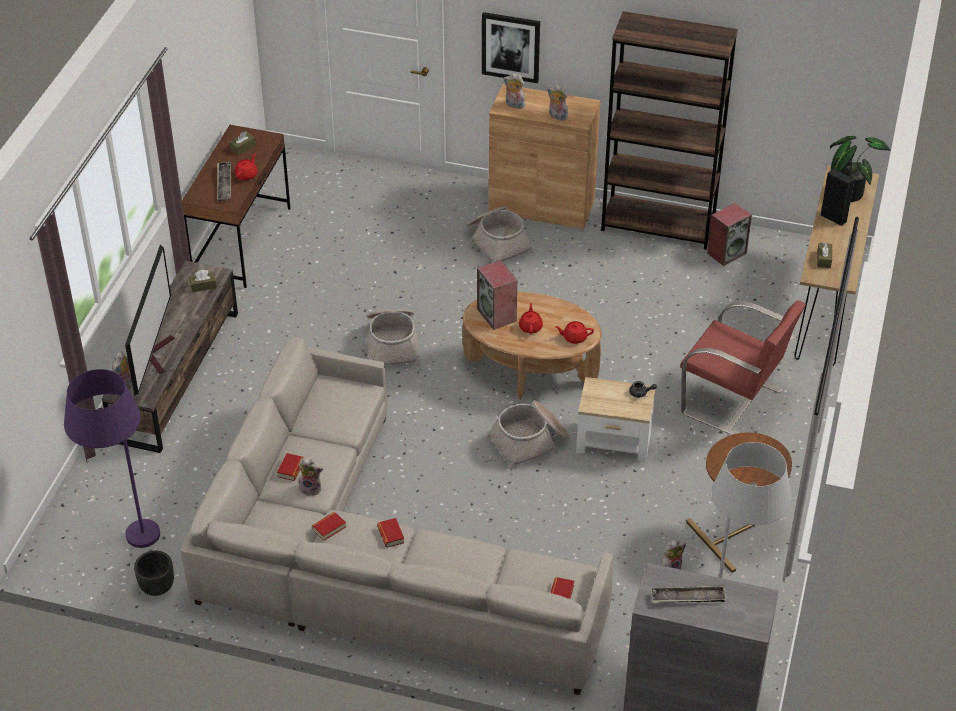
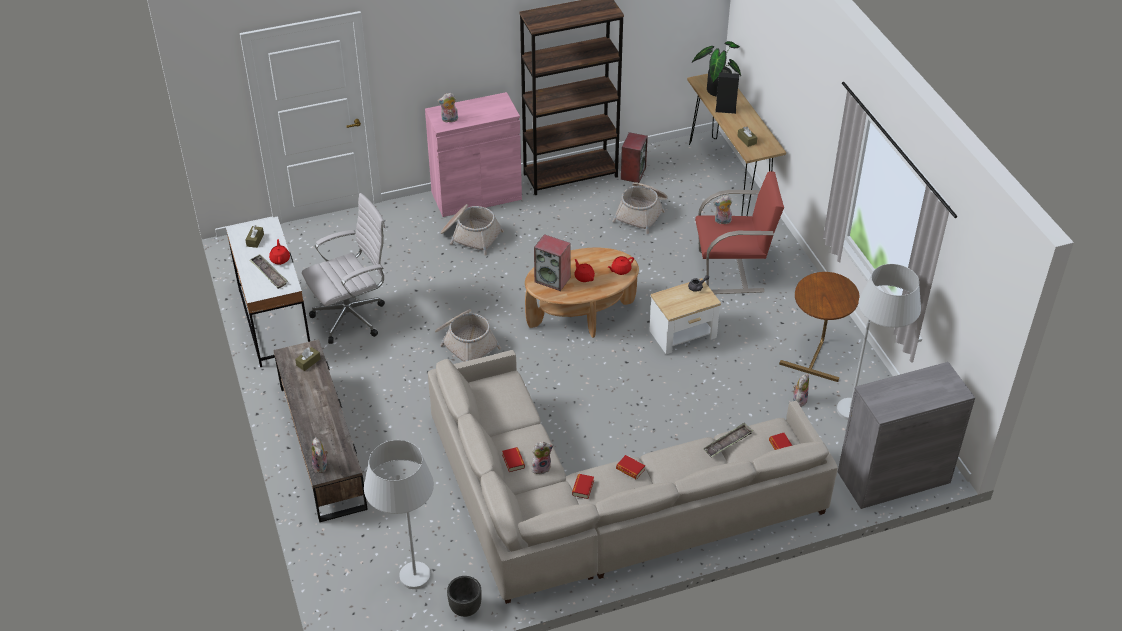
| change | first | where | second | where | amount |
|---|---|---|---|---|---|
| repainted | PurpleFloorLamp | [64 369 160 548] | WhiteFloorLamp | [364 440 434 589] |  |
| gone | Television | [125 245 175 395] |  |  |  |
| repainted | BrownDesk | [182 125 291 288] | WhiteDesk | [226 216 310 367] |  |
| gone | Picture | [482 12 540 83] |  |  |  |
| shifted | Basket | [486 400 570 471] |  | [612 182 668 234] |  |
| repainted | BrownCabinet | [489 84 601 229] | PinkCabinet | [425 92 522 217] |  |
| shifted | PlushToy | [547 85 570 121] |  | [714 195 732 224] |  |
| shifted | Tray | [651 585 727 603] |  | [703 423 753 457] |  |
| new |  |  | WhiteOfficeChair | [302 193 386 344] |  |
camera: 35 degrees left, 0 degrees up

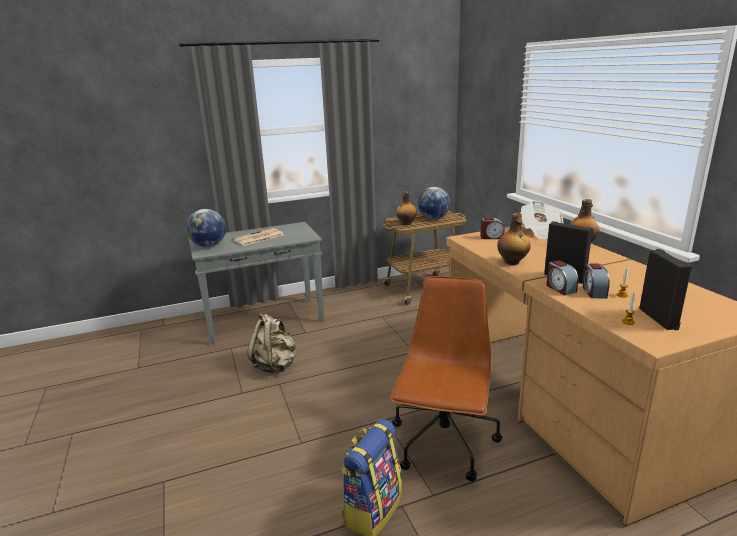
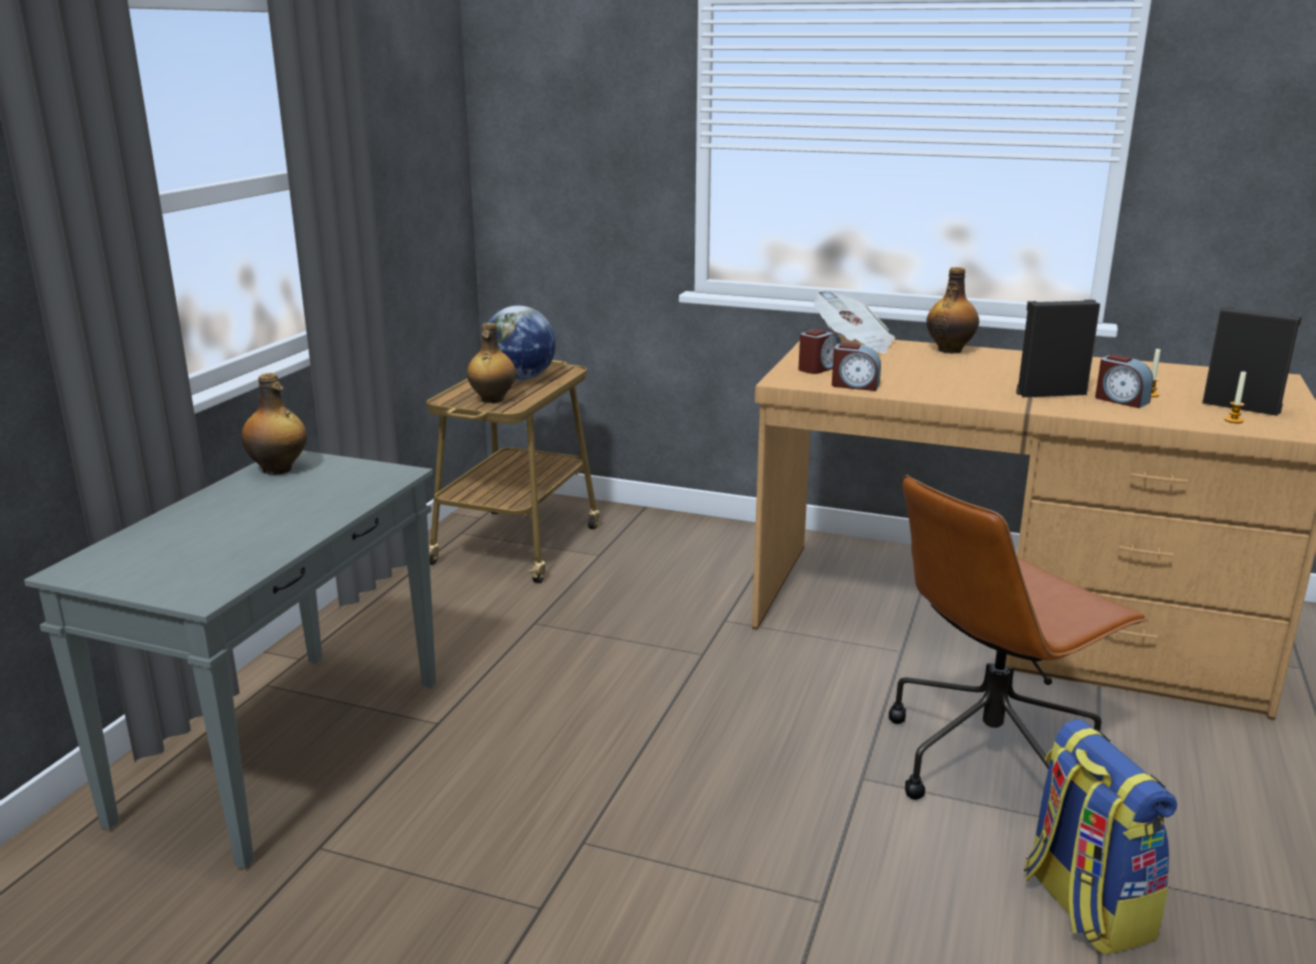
| change | first | where | second | where | amount |
|---|---|---|---|---|---|
| gone | Globe | [186 209 226 247] |  |  |  |
| gone | Newspaper | [233 228 283 246] |  |  |  |
| gone | BeigeBackpack | [247 313 296 373] |  |  |  |
| rotated | BrownOfficeChair | [390 276 503 481] |  | [889 475 1148 800] | 90 degrees counterclockwise |
| shifted | Bottle | [497 213 531 265] |  | [241 373 307 475] |  |
| shifted | AlarmClock | [546 260 578 295] |  | [832 343 881 391] |  |
camera: 50 degrees left, 0 degrees up

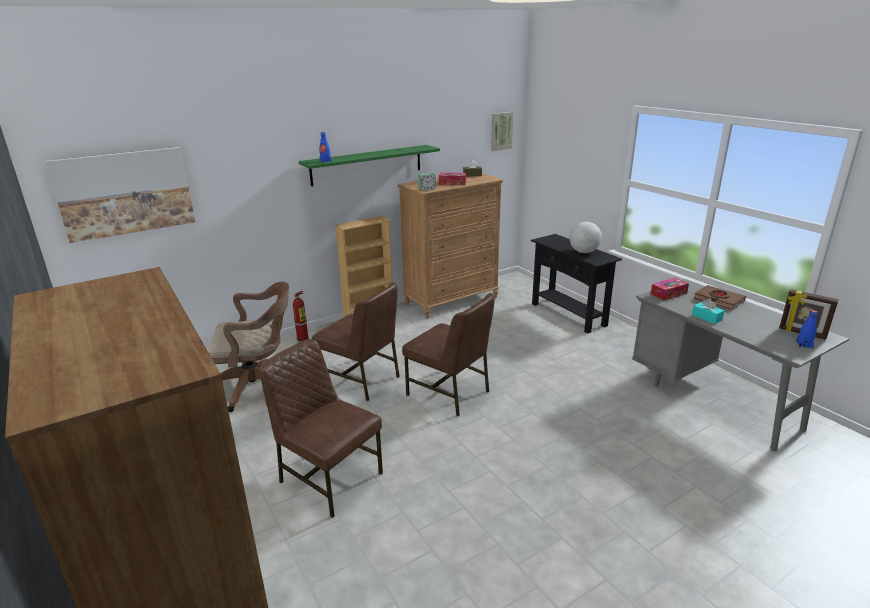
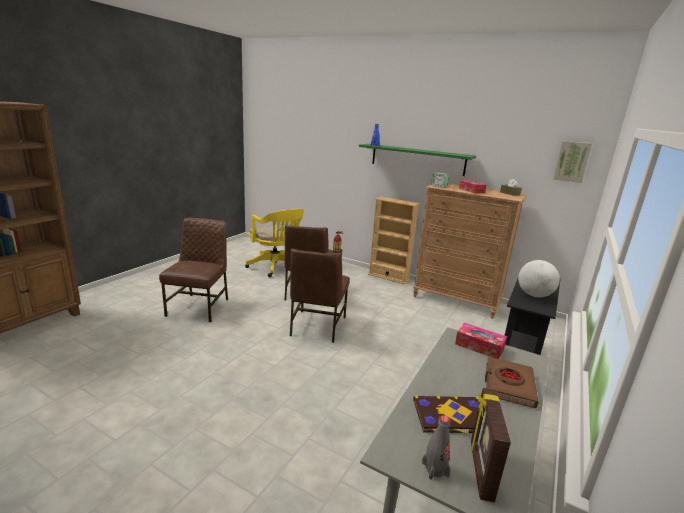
| change | first | where | second | where | amount |
|---|---|---|---|---|---|
| gone | Picture | [45 147 195 243] |  |  |  |
| repainted | BrownOfficeChair | [209 282 289 412] | YellowOfficeChair | [245 209 304 277] |  |
| gone | TurquoiseTissueBox | [692 298 724 324] |  |  |  |
| repainted | BlueBottle | [796 310 818 349] | GreyBottle | [422 415 451 480] |  |
| new |  |  | Book | [413 396 479 434] |  |
camera: 60 degrees right, 5 degrees down

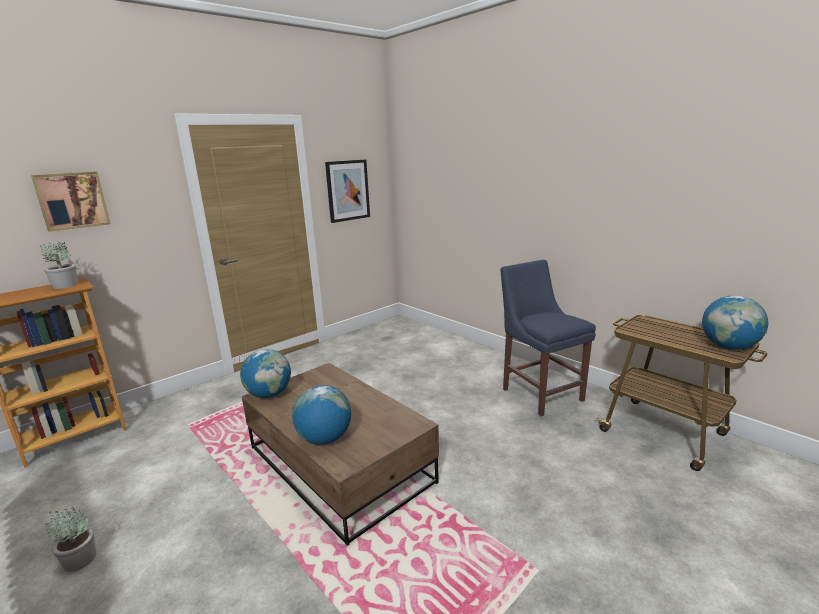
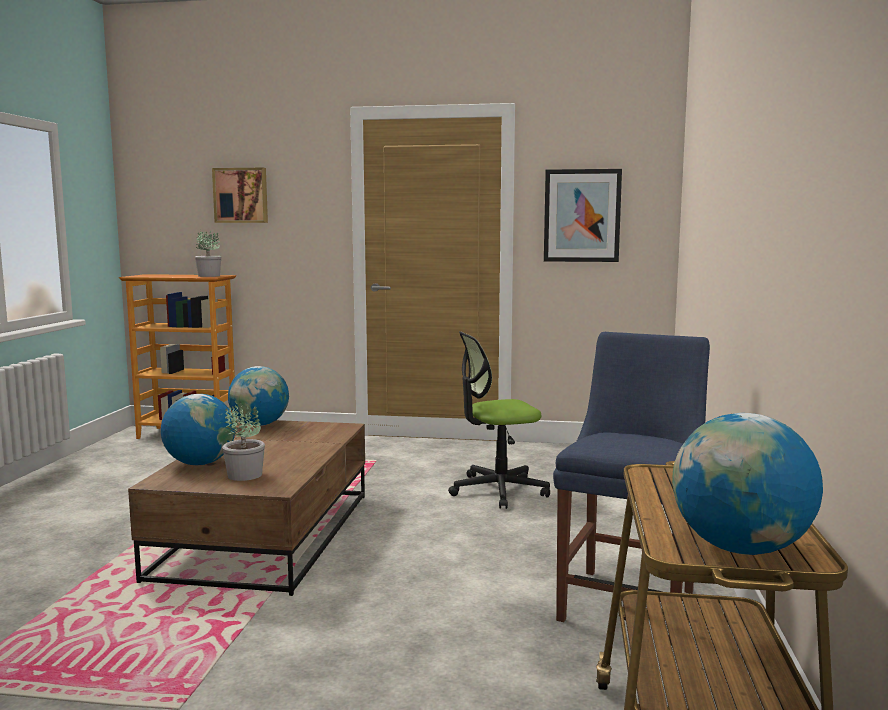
| change | first | where | second | where | amount |
|---|---|---|---|---|---|
| shifted | PottedPlant | [45 506 96 572] |  | [222 401 265 481] |  |
| new |  |  | OfficeChair | [448 331 550 509] |  |
camera: 50 degrees right, 10 degrees down

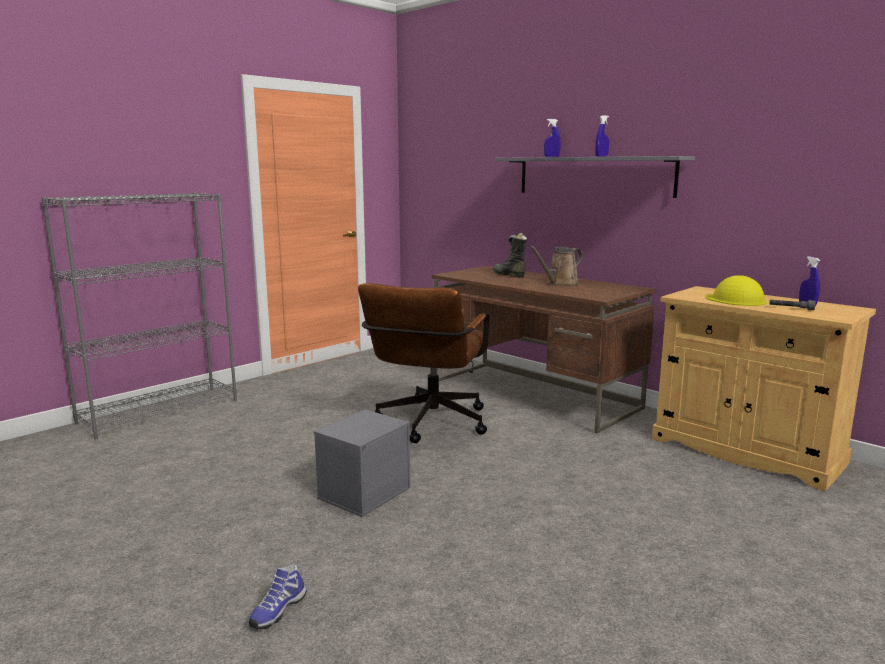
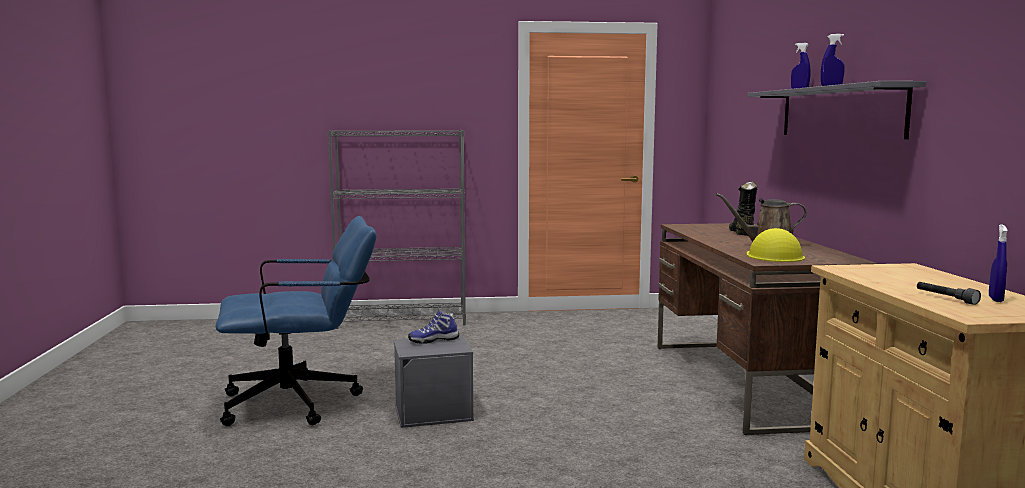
| change | first | where | second | where | amount |
|---|---|---|---|---|---|
| shifted | Shoe | [249 565 307 629] |  | [408 311 459 344] |  |
| gone | BrownOfficeChair | [358 283 490 443] |  |  |  |
| shifted | YellowHardHat | [705 275 767 306] |  | [747 228 805 262] |  |
| new |  |  | BlueOfficeChair | [216 216 377 426] |  |
camera: 40 degrees right, 5 degrees down

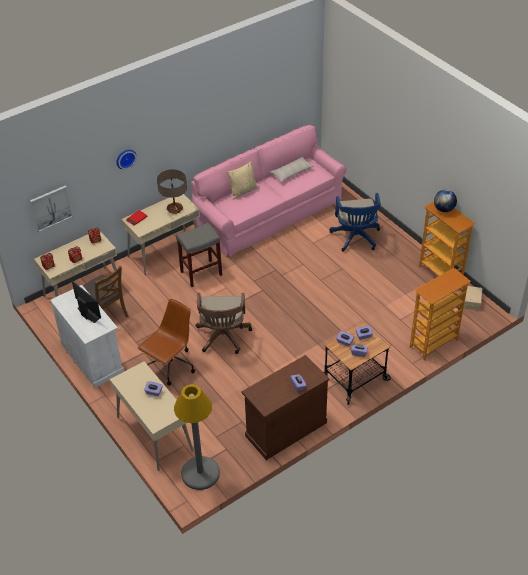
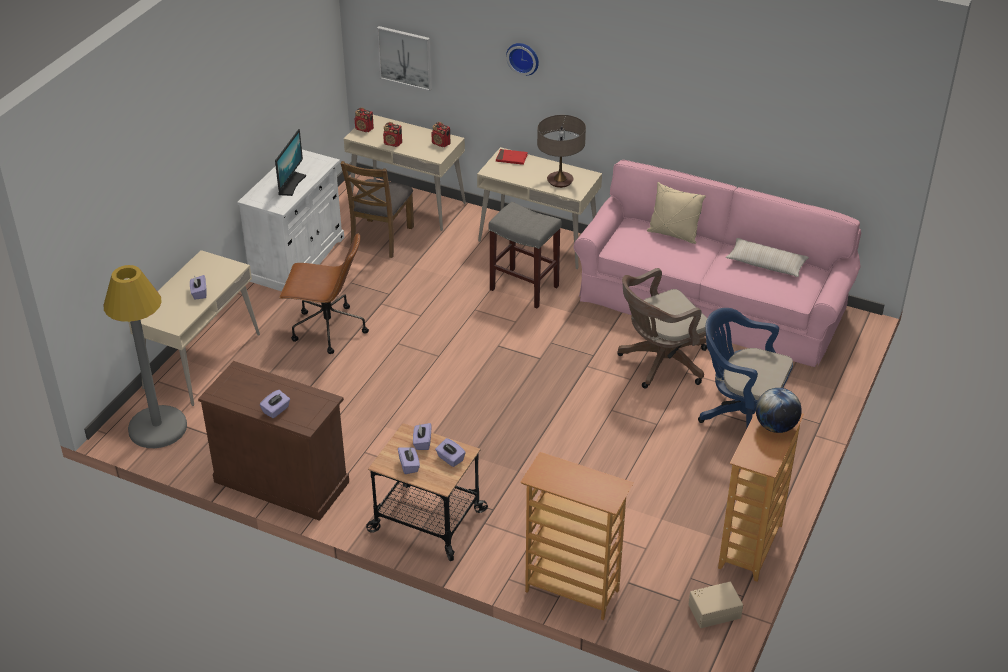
| change | first | where | second | where | amount |
|---|---|---|---|---|---|
| shifted | BrownOfficeChair | [196 293 252 354] |  | [617 268 707 388] |  |
| rotated | BlueOfficeChair | [330 193 381 252] |  | [698 308 793 430] | 60 degrees clockwise |
camera: 60 degrees right, 5 degrees down

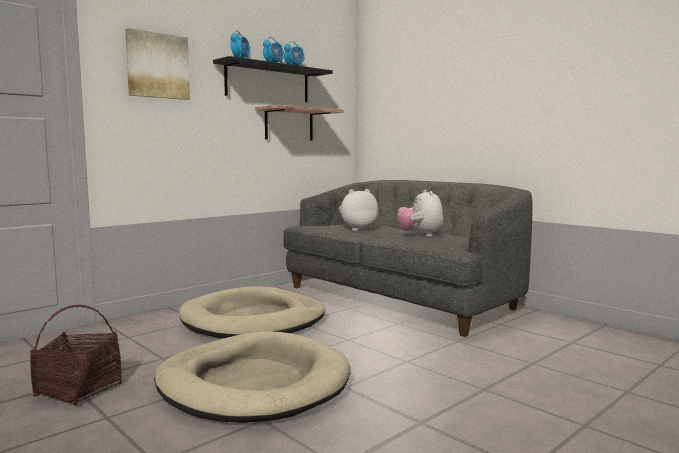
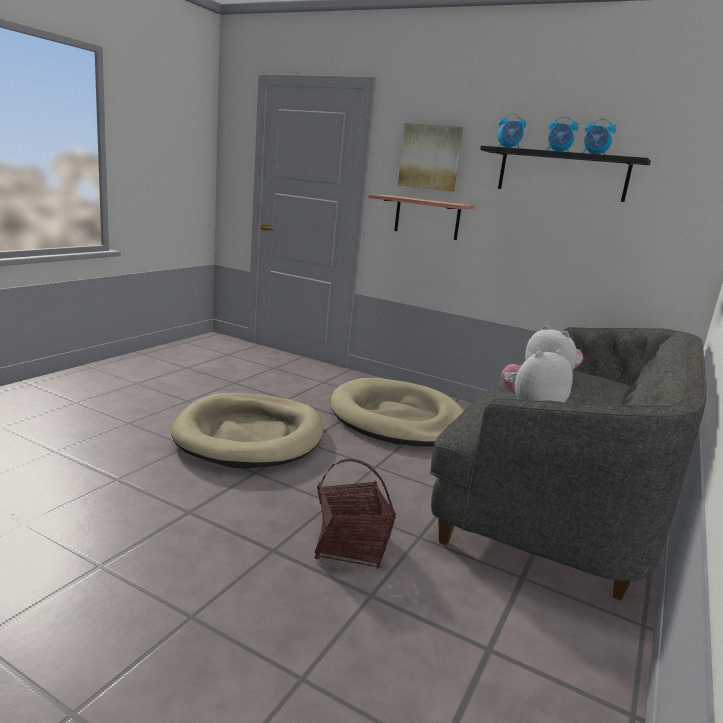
| change | first | where | second | where | amount |
|---|---|---|---|---|---|
| shifted | Basket | [30 305 122 406] |  | [314 459 396 569] |  |
| shifted | Shelf | [255 105 343 140] |  | [368 194 475 240] |  |
camera: 70 degrees right, 10 degrees up

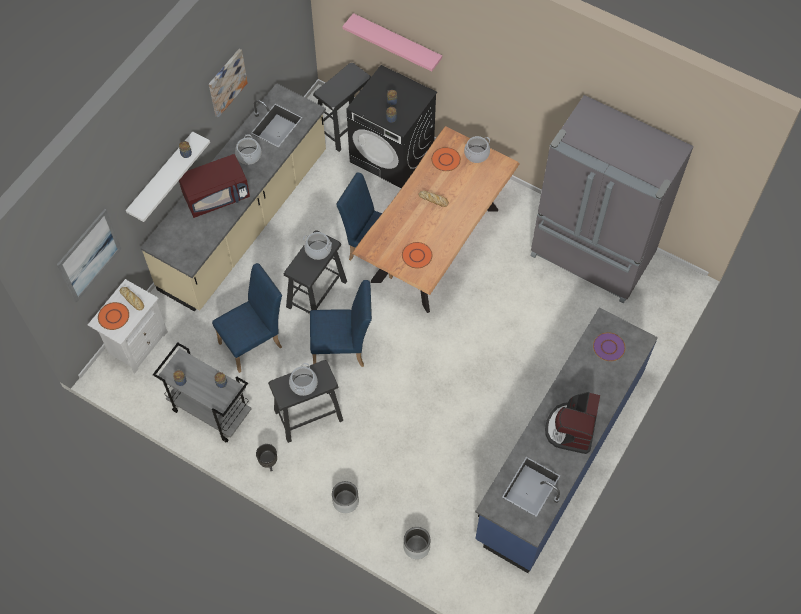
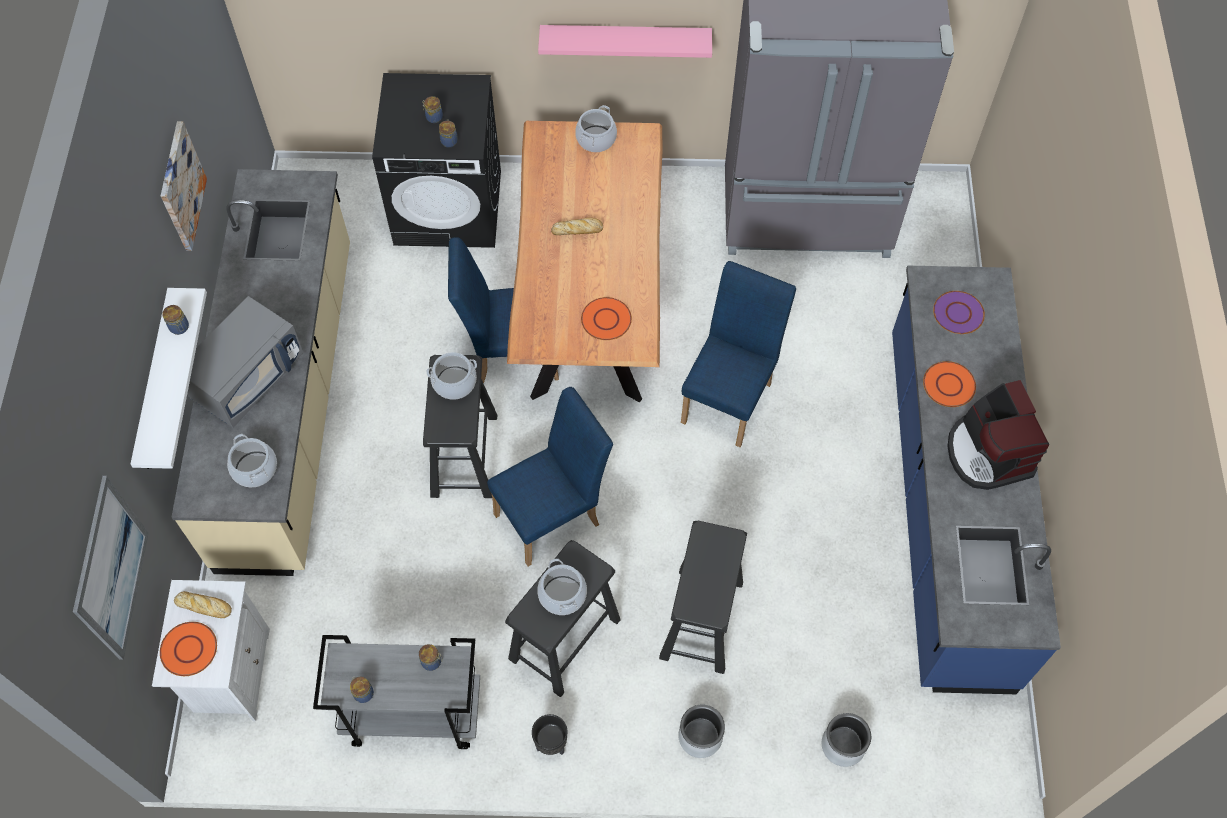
| change | first | where | second | where | amount |
|---|---|---|---|---|---|
| repainted | RedMicrowave | [179 154 250 218] | GreyMicrowave | [187 296 304 428] |  |
| shifted | BlueChair | [212 263 282 373] |  | [681 261 796 447] |  |
| shifted | CookingPot | [235 134 261 165] |  | [227 434 277 487] |  |
| shifted | BlackStool | [313 63 371 152] |  | [659 521 747 674] |  |
| shifted | PinkShelf | [342 13 442 72] |  | [538 25 712 58] |  |
| shifted | OrangePlate | [431 147 461 171] |  | [923 361 976 407] |  |
camera: 30 degrees left, 0 degrees up

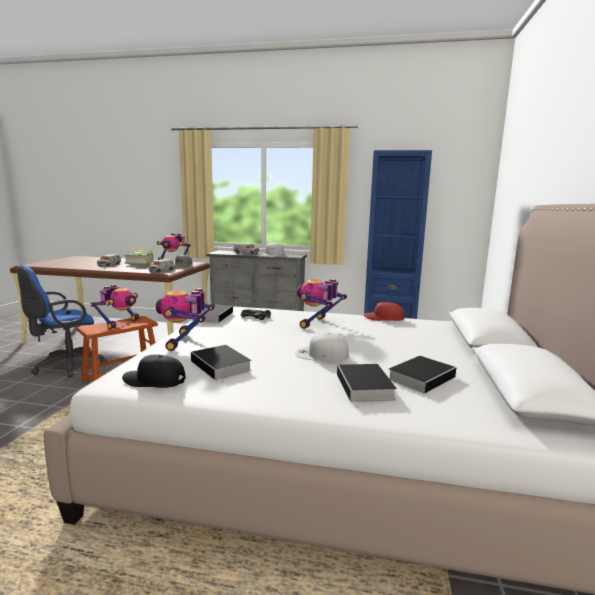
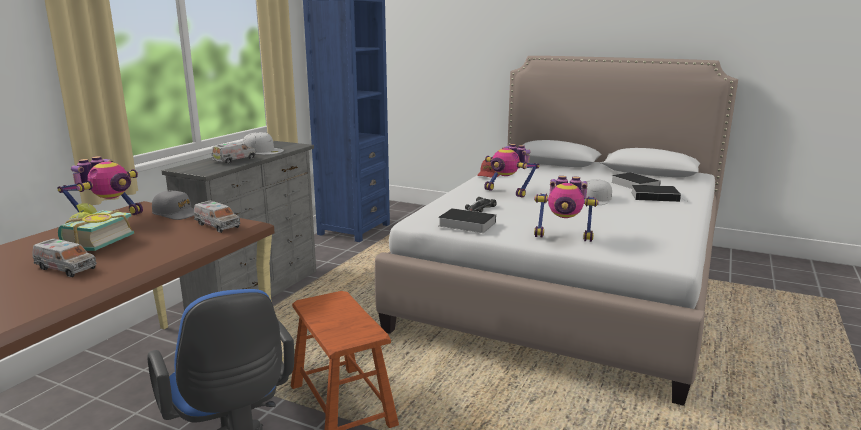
| change | first | where | second | where | amount |
|---|---|---|---|---|---|
| gone | ToyRobot | [91 285 139 329] |  |  |  |
| gone | BlackCap | [122 354 186 388] |  |  |  |
| gone | Book | [191 345 251 383] |  |  |  |
camera: 75 degrees left, 5 degrees up

